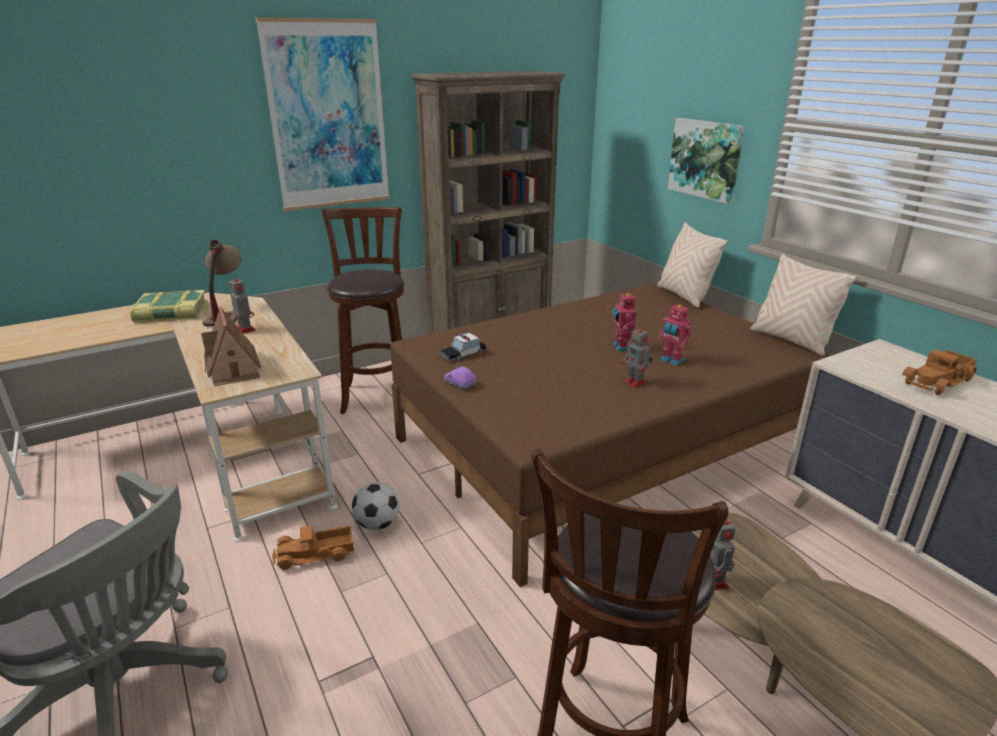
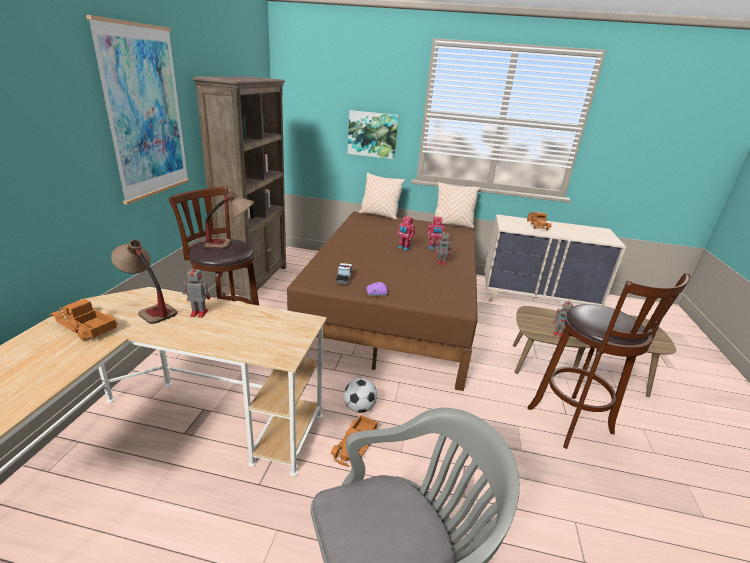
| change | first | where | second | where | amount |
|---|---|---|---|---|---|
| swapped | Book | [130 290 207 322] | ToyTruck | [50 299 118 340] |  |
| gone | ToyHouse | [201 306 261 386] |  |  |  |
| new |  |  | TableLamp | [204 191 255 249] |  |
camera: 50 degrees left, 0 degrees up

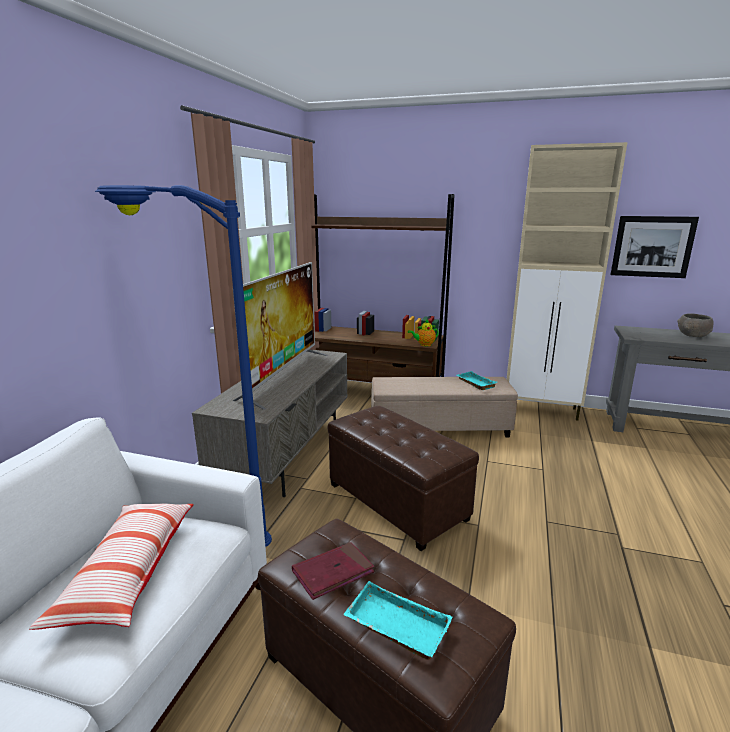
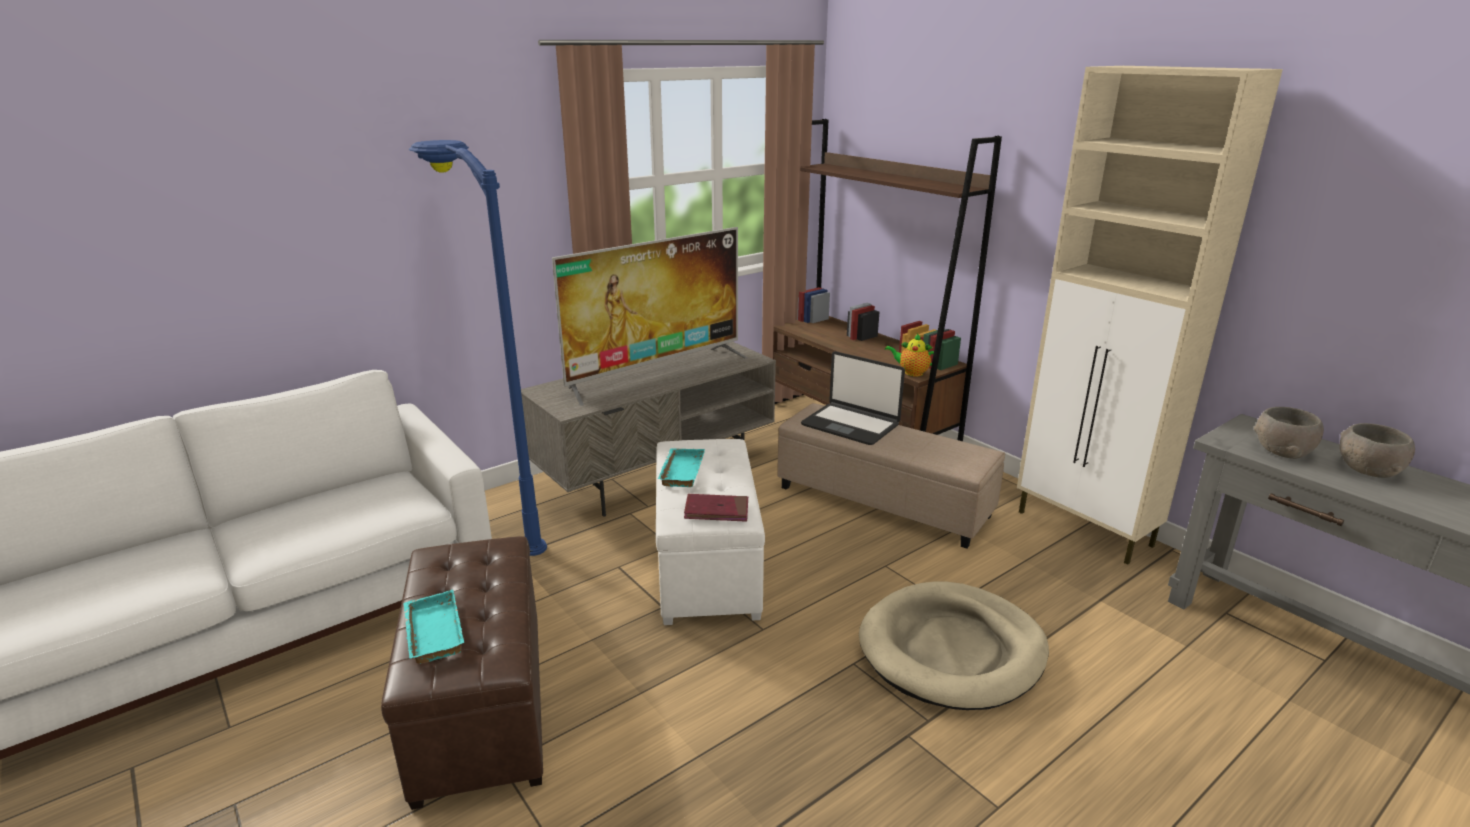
| change | first | where | second | where | amount |
|---|---|---|---|---|---|
| gone | Pillow | [29 504 194 630] |  |  |  |
| shifted | RedBook | [292 542 374 600] |  | [684 494 748 522] |  |
| repainted | BrownOttoman | [328 406 479 551] | WhiteOttoman | [656 439 765 625] |  |
| shifted | TurquoiseTray | [457 371 497 390] |  | [658 448 705 487] |  |
| gone | Picture | [610 216 699 278] |  |  |  |
| new |  |  | Laptop | [801 351 905 445] |  |
| new |  |  | BeigeDogBed | [859 582 1049 710] |  |
| new |  |  | GreyBowl | [1254 407 1324 459] |  |
camera: 35 degrees right, 5 degrees up

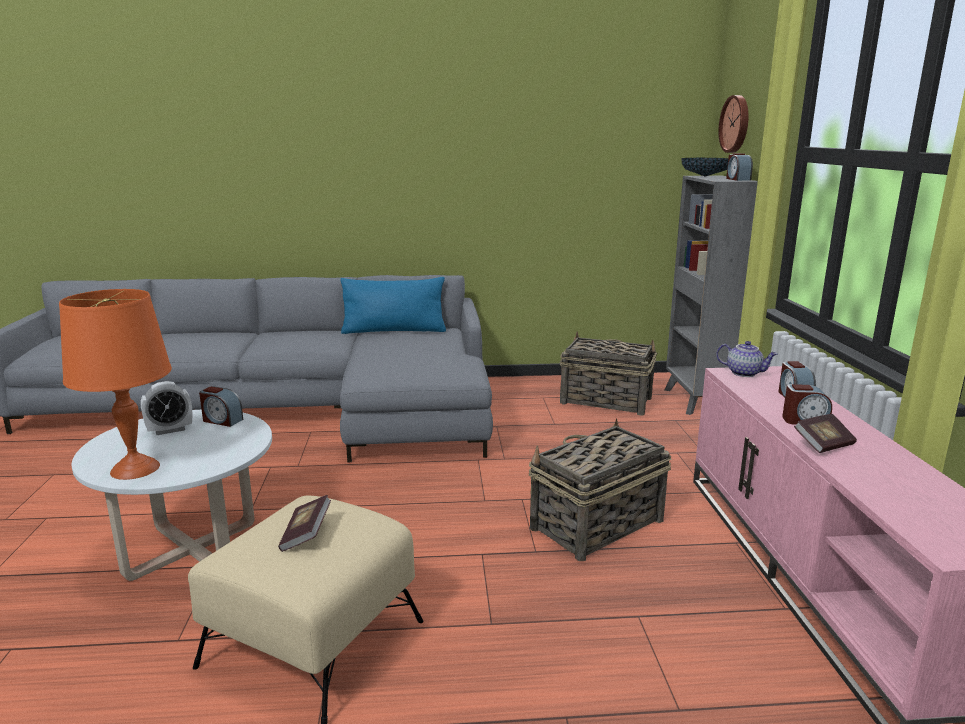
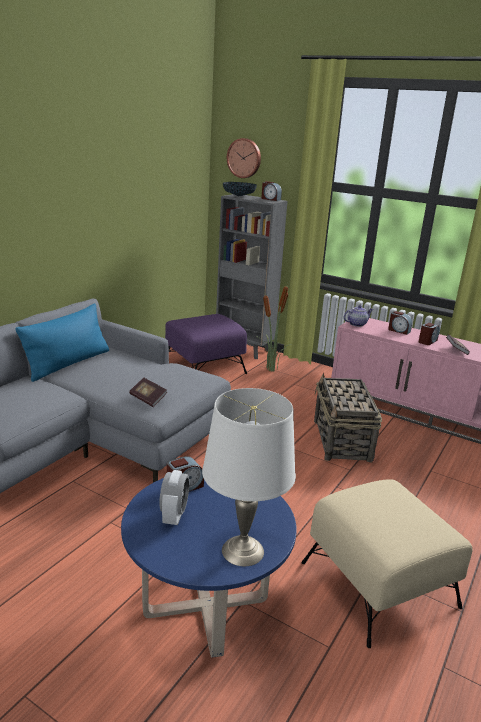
| change | first | where | second | where | amount |
|---|---|---|---|---|---|
| repainted | OrangeTableLamp | [59 289 172 480] | WhiteTableLamp | [202 388 296 566] |  |
| repainted | WhiteCoffeeTable | [72 410 272 581] | BlueCoffeeTable | [121 478 297 658] |  |
| shifted | Book | [278 495 331 552] |  | [129 378 167 407] |  |
| swapped | Basket | [560 331 657 416] | PurpleOttoman | [165 314 247 374] |  |
| new |  |  | PottedPlant | [256 286 292 371] |  |
camera: 55 degrees left, 5 degrees up

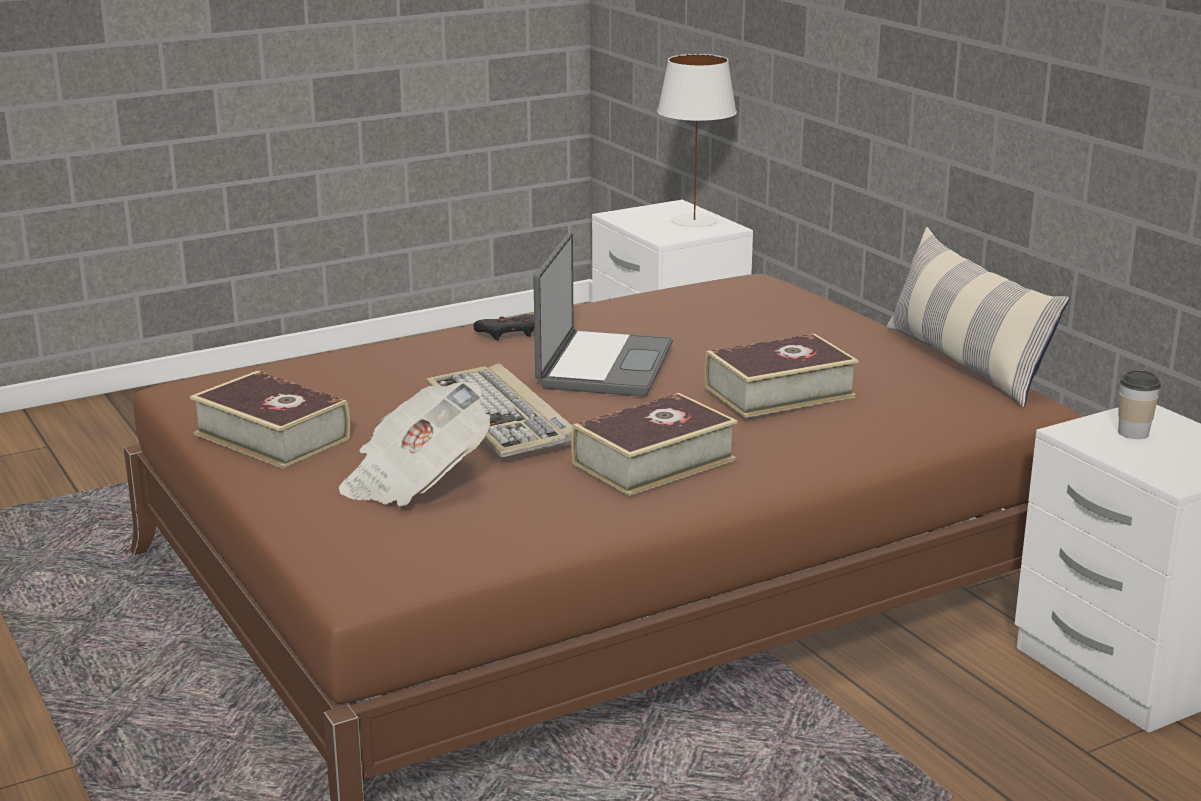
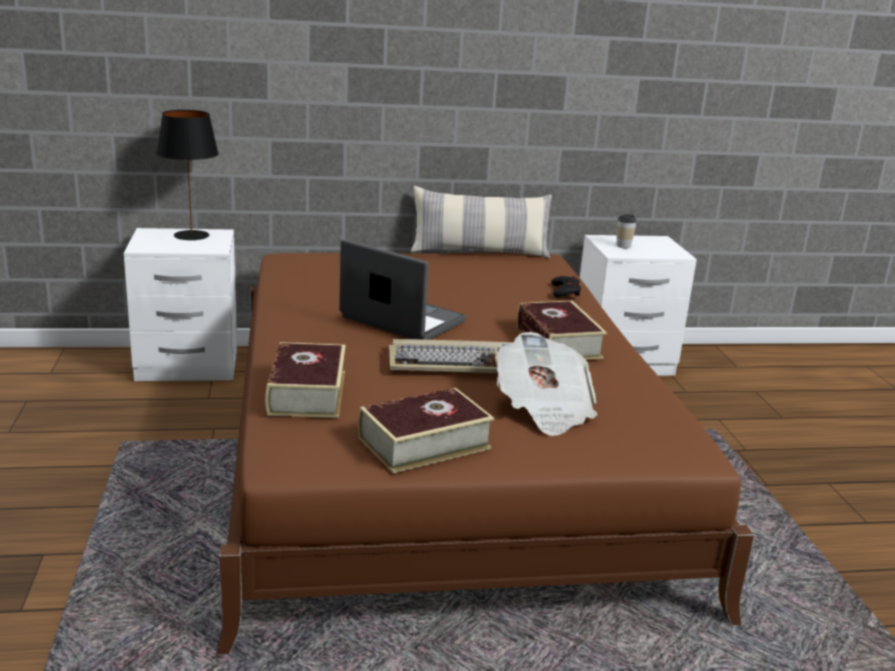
| change | first | where | second | where | amount |
|---|---|---|---|---|---|
| shifted | BlackGameController | [473 314 534 340] |  | [551 276 581 297] |  |
| repainted | WhiteTableLamp | [657 54 737 227] | BlackTableLamp | [157 110 219 241] |  |
| shifted | Book | [705 333 858 418] |  | [265 342 346 418] |  |
camera: 70 degrees left, 0 degrees up

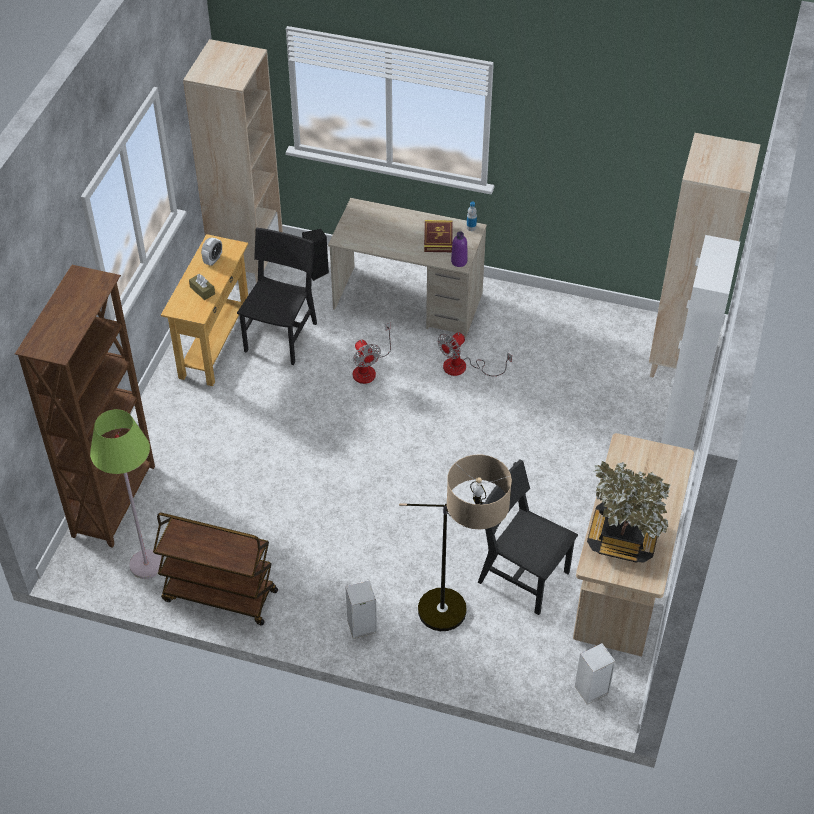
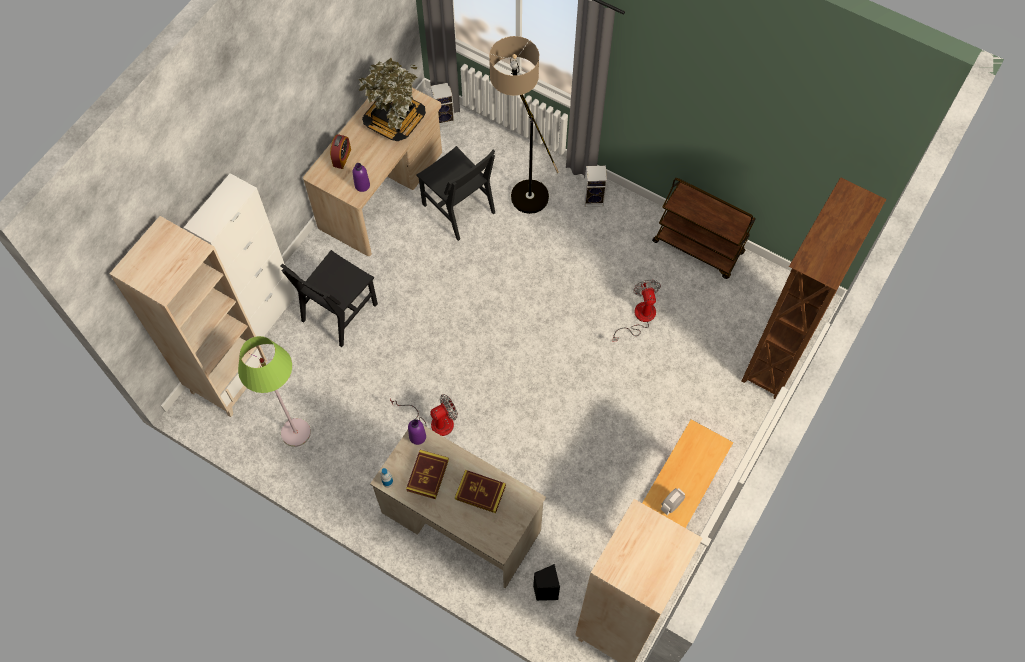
| change | first | where | second | where | amount |
|---|---|---|---|---|---|
| shifted | GreenFloorLamp | [90 409 164 579] |  | [238 336 311 447] |  |
| gone | BrownTissueBox | [189 274 215 300] |  |  |  |
| shifted | BlackChair | [237 228 317 365] |  | [281 250 378 347] |  |
| shifted | Fan | [353 323 391 384] |  | [612 280 661 342] |  |
| new |  |  | AlarmClock | [330 134 351 169] |  |
| new |  |  | PurpleBottle | [353 163 370 192] |  |
| new |  |  | Book | [455 470 506 513] |  |
camera: 165 degrees left, 15 degrees up

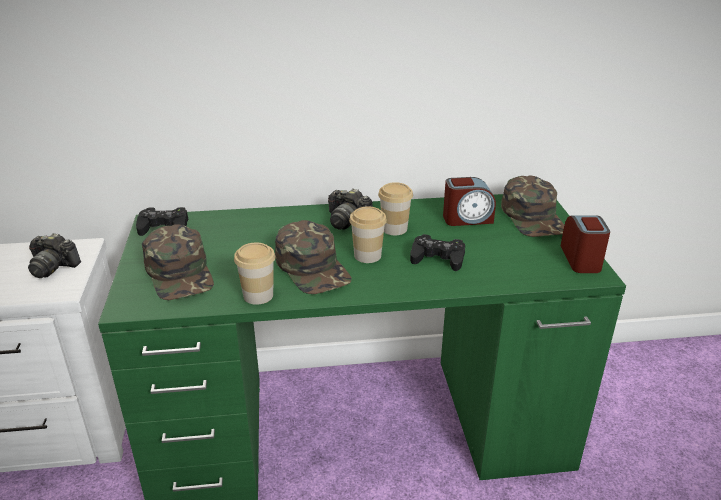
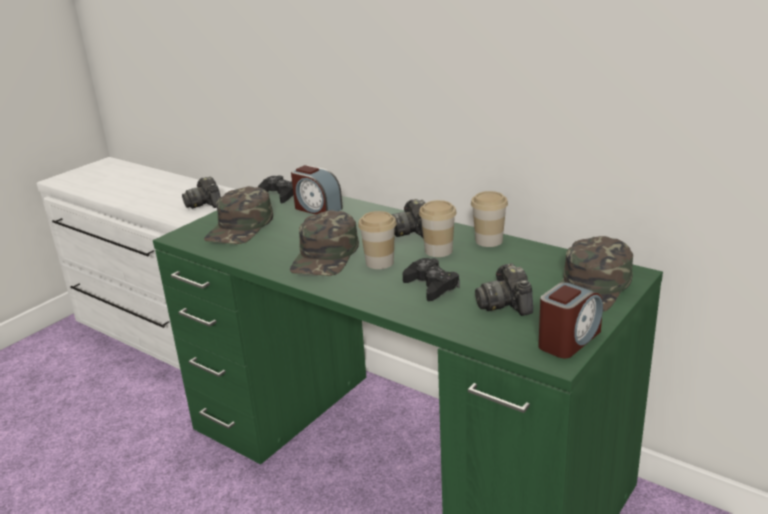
| change | first | where | second | where | amount |
|---|---|---|---|---|---|
| shifted | Cup | [234 242 275 305] |  | [471 191 508 247] |  |
| shifted | AlarmClock | [443 177 496 226] |  | [291 165 343 215] |  |
| new |  |  | PhotoCamera | [475 263 533 316] |  |
camera: 45 degrees right, 5 degrees down

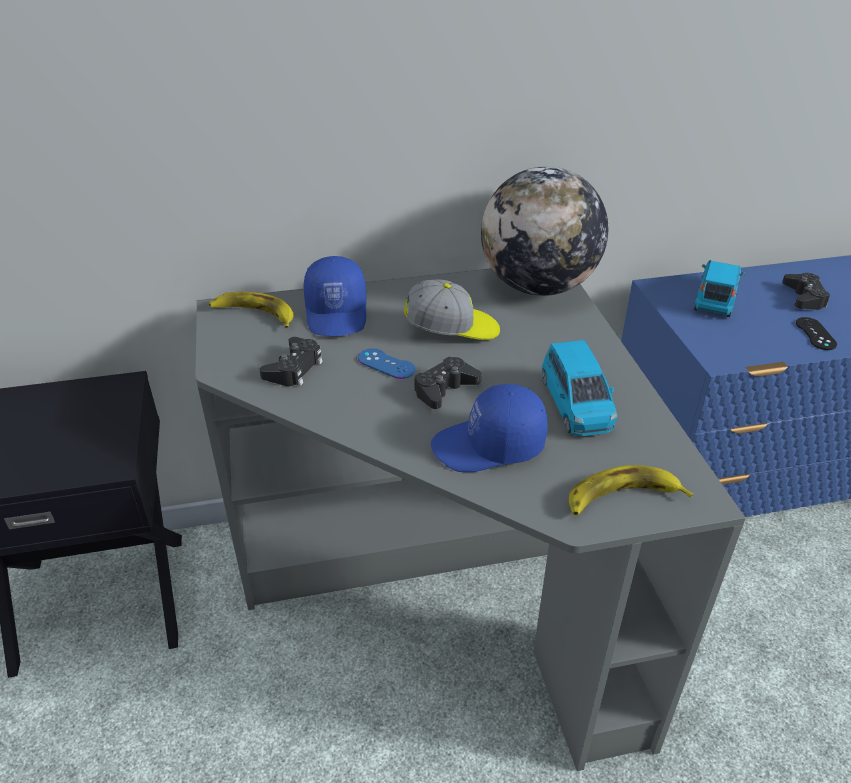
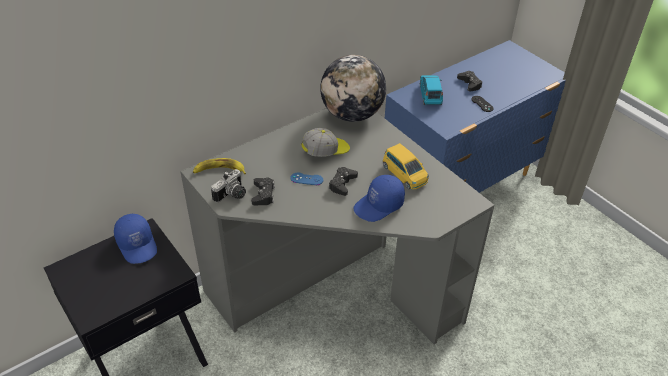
| change | first | where | second | where | amount |
|---|---|---|---|---|---|
| shifted | BlueCap | [303 256 366 336] |  | [114 213 157 264] |  |
| repainted | BlueToyCar | [542 340 618 436] | YellowToyCar | [383 143 429 190] |  |
| gone | Banana | [569 465 693 515] |  |  |  |
| new |  |  | PhotoCamera | [211 169 246 203] |  |
camera: 25 degrees left, 5 degrees up

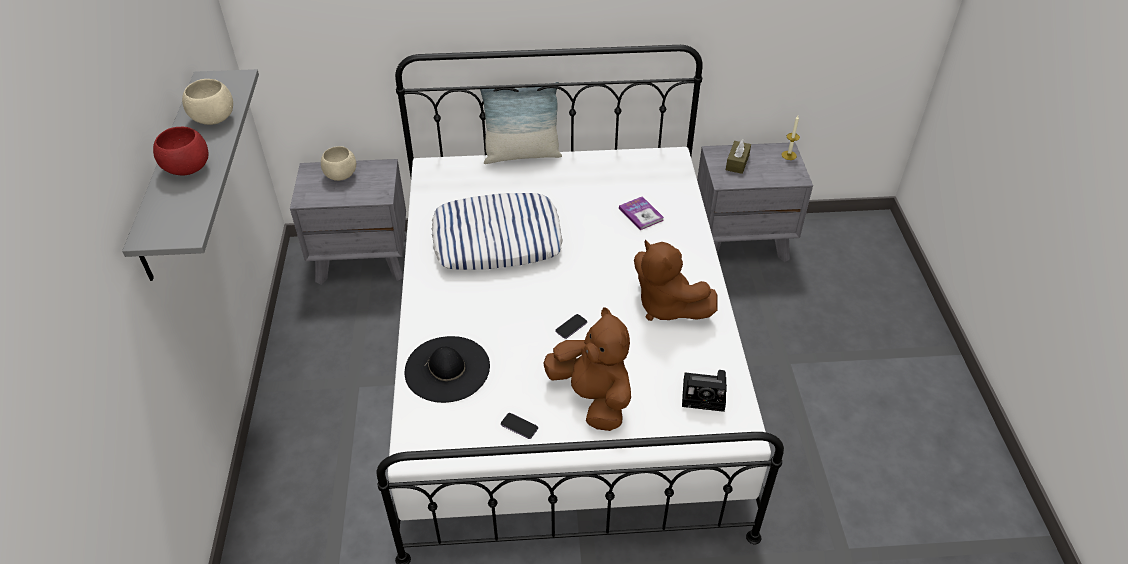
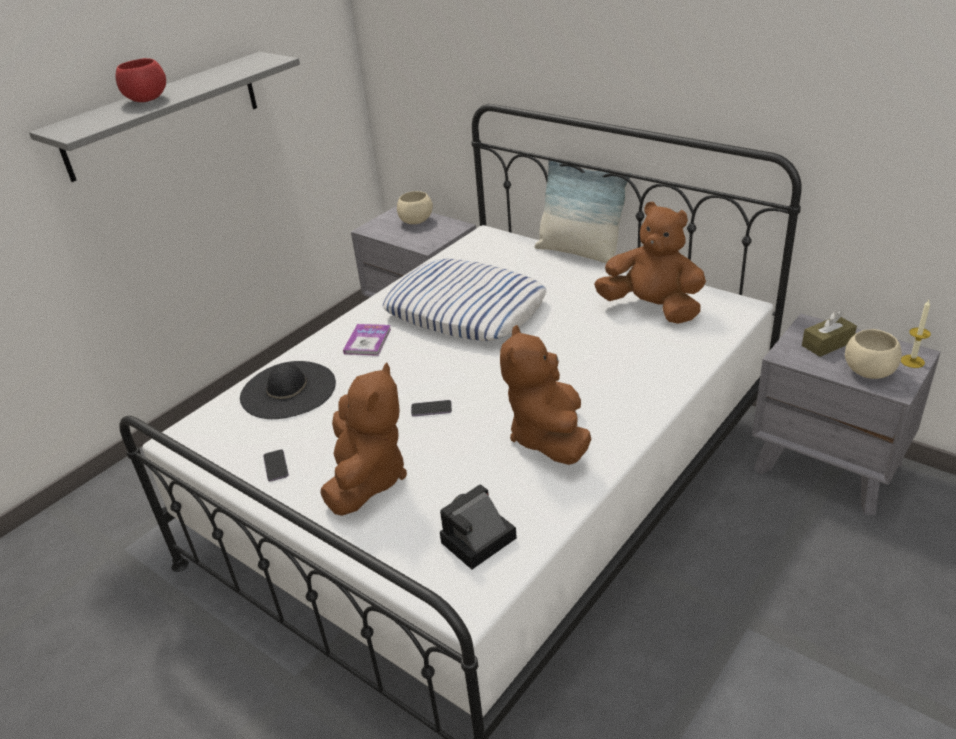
| change | first | where | second | where | amount |
|---|---|---|---|---|---|
| shifted | BeigeBowl | [182 79 233 125] |  | [845 329 902 379] |  |
| shifted | Book | [619 196 664 230] |  | [343 324 391 356] |  |
| rotated | PhotoCamera | [682 370 727 412] |  | [440 484 517 569] | 90 degrees clockwise |
| new |  |  | BrownPlushToy | [594 202 706 324] |  |
camera: 45 degrees right, 10 degrees down

